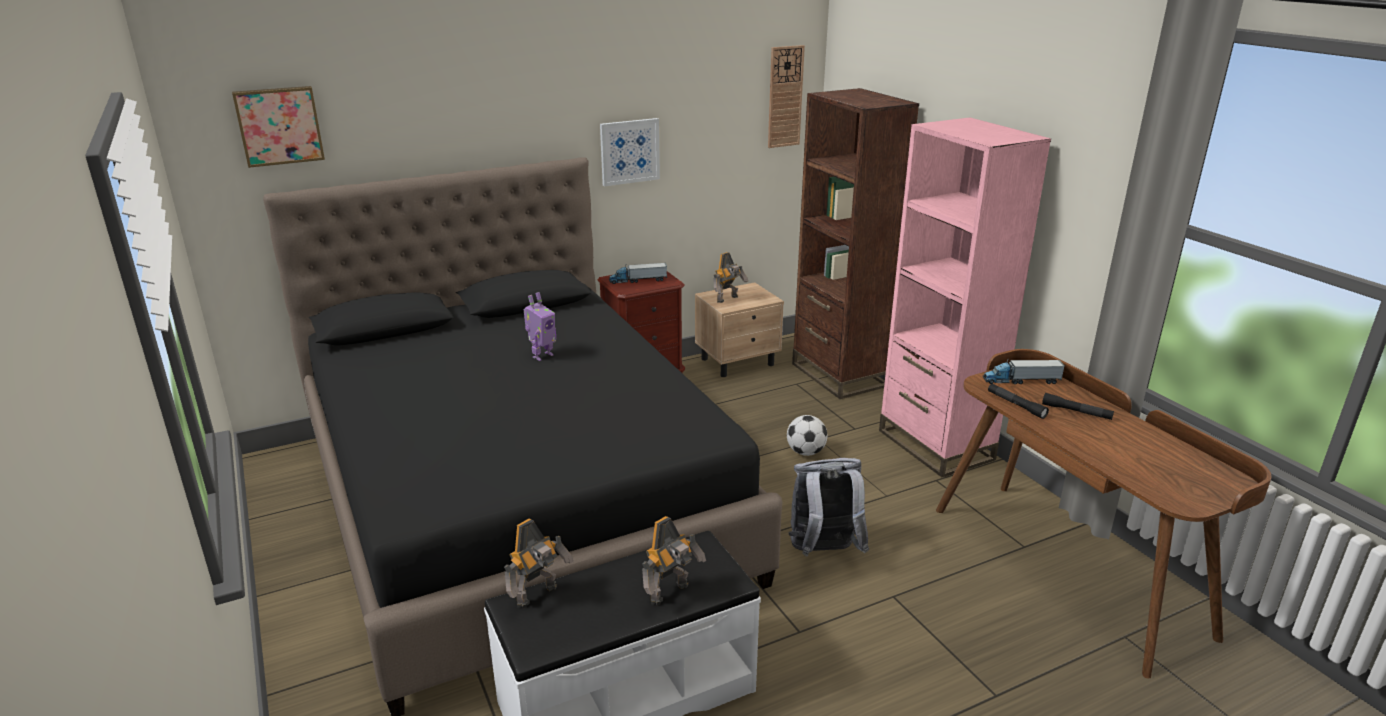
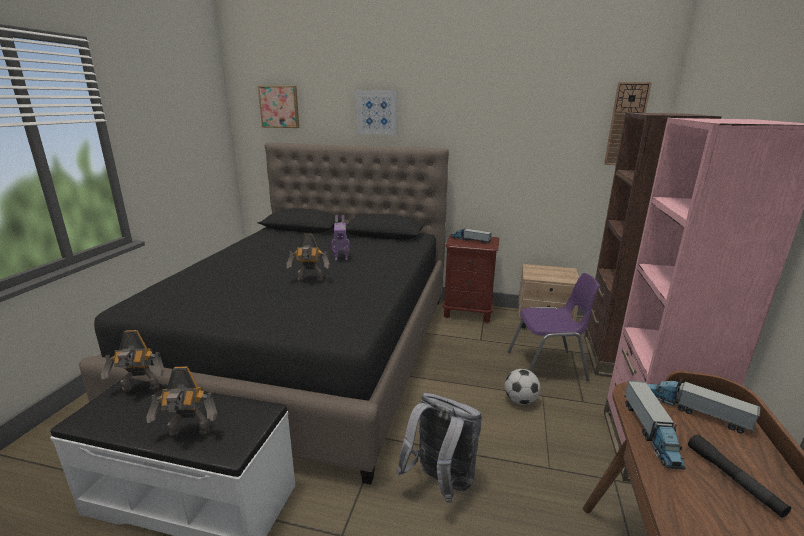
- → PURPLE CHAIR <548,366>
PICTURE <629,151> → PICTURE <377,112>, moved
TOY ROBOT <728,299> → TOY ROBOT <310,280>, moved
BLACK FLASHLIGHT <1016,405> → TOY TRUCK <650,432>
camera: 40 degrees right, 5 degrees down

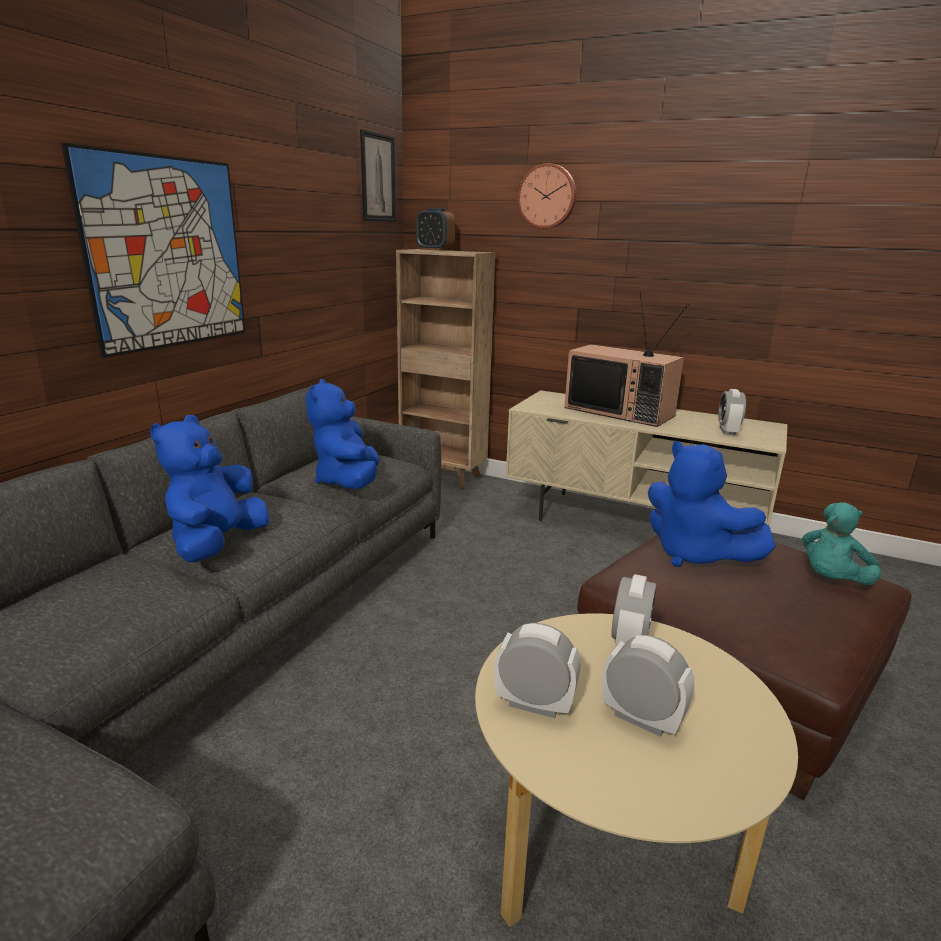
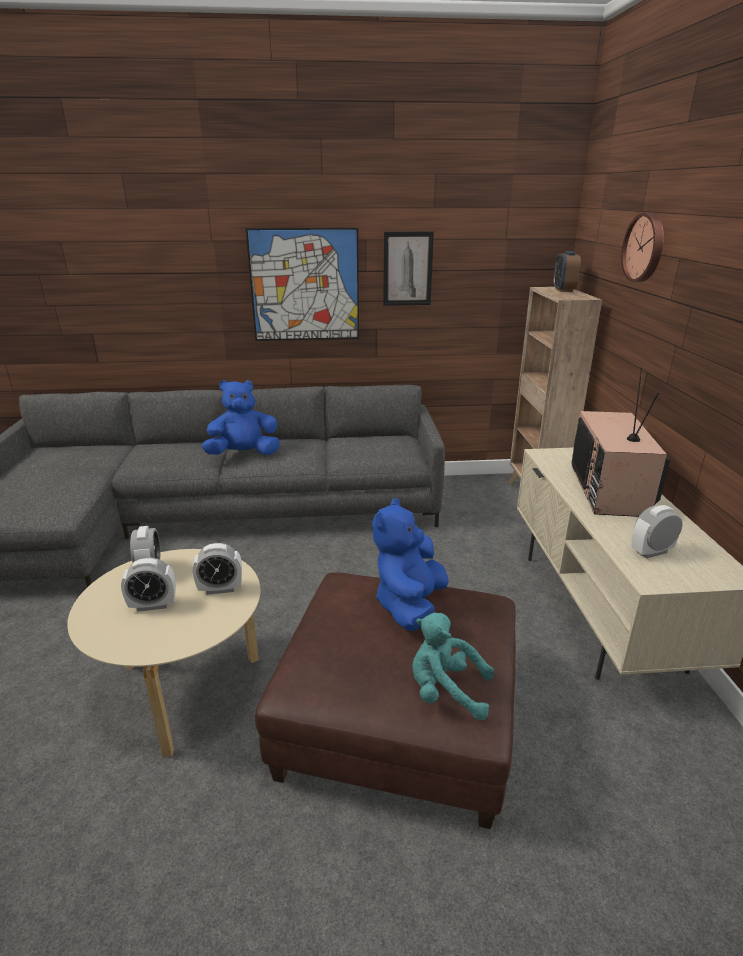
BLUE PLUSH TOY <348,482> → -
PICTURE <378,178> → PICTURE <407,269>, moved
ALARM CLOCK <641,719> → ALARM CLOCK <153,605>, 75 degrees clockwise
camera: 60 degrees right, 5 degrees up

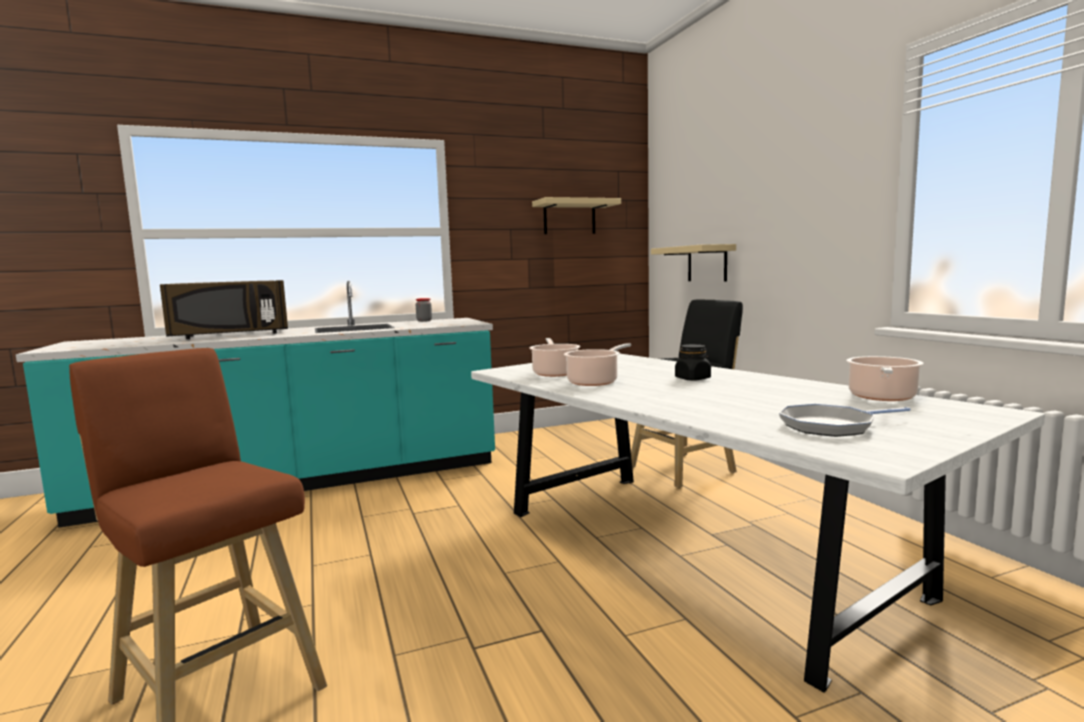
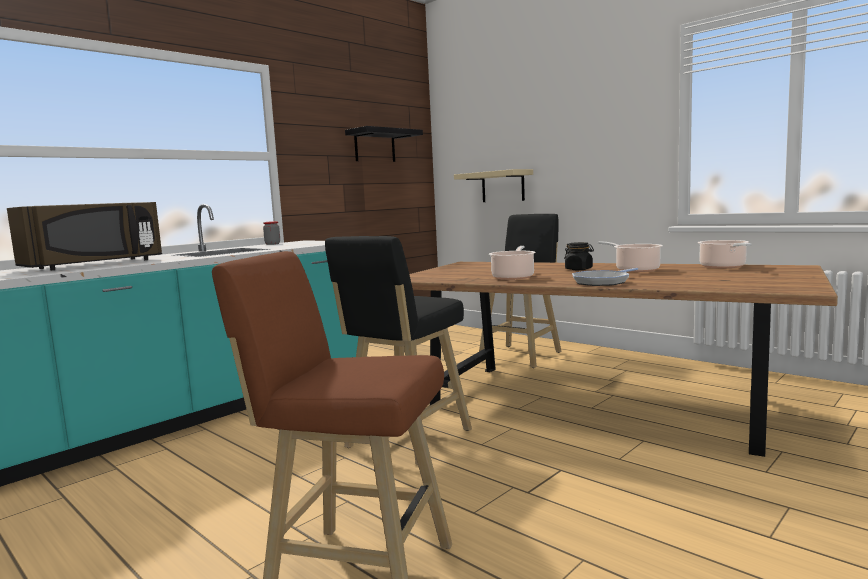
- → BLACK STOOL <405,441>
COOKING POT <555,373> → COOKING POT <635,270>, moved
FRYING PAN <831,426> → FRYING PAN <602,282>, moved
WHITE DINING TABLE <691,549> → BROWN DINING TABLE <593,402>
BEIGE SHELF <569,218> → BLACK SHELF <374,146>
camera: 25 degrees left, 0 degrees up

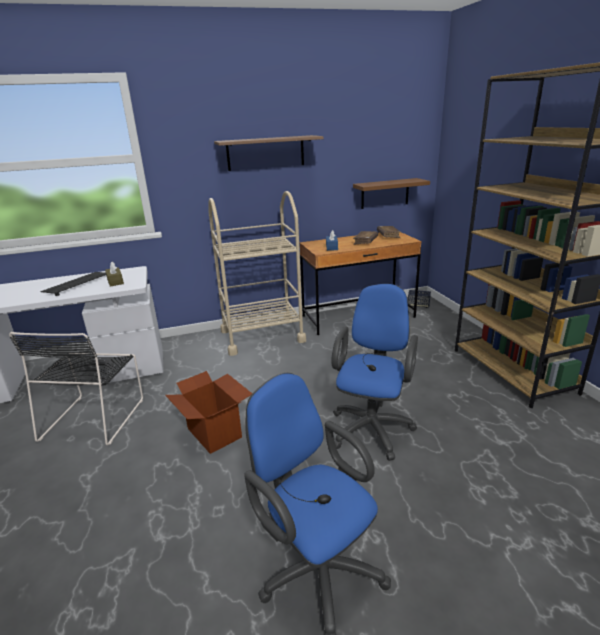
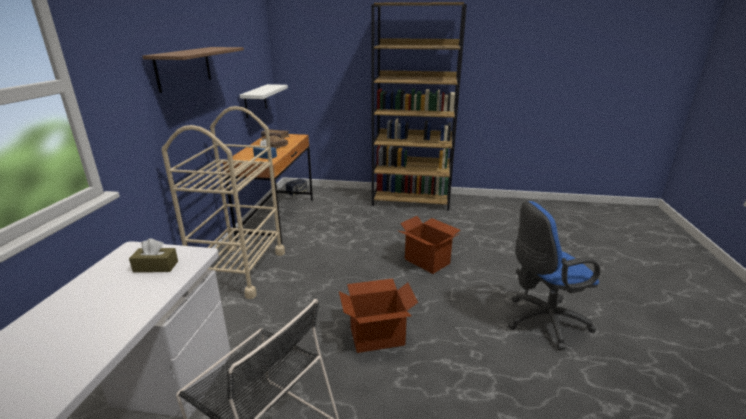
KEYBOARD <77,284> → -
BLUE OFFICE CHAIR <372,426> → CARDBOARD BOX <427,261>
BROWN SHELF <385,193> → WHITE SHELF <255,101>
camera: 65 degrees left, 0 degrees up

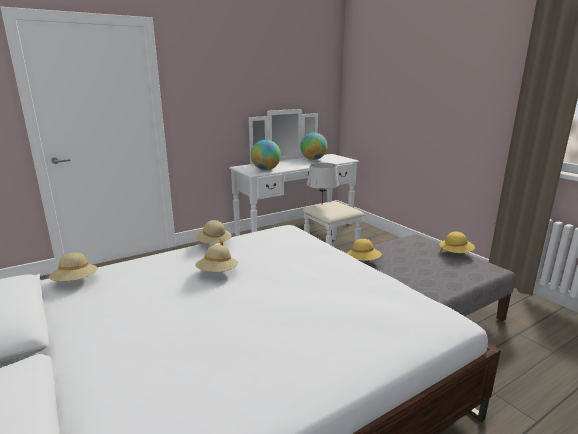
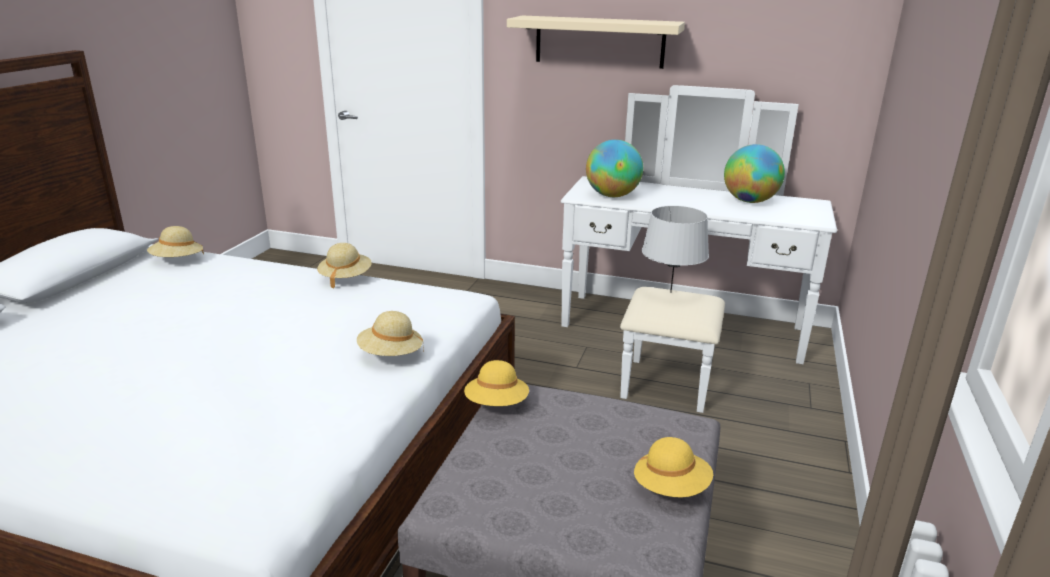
- → BEIGE SHELF <599,41>
BEIGE HAT <217,273> → BEIGE HAT <390,355>, moved
camera: 50 degrees right, 5 degrees up

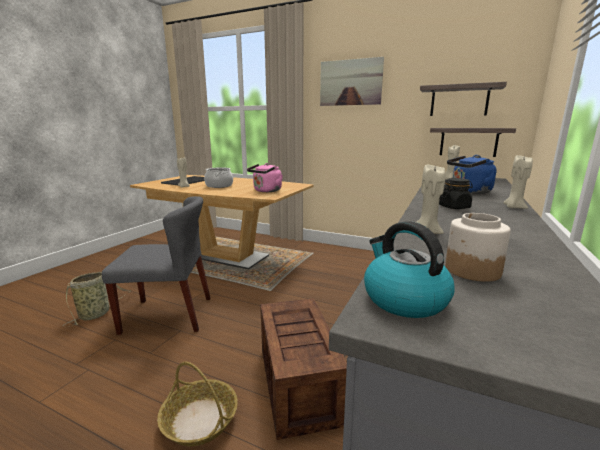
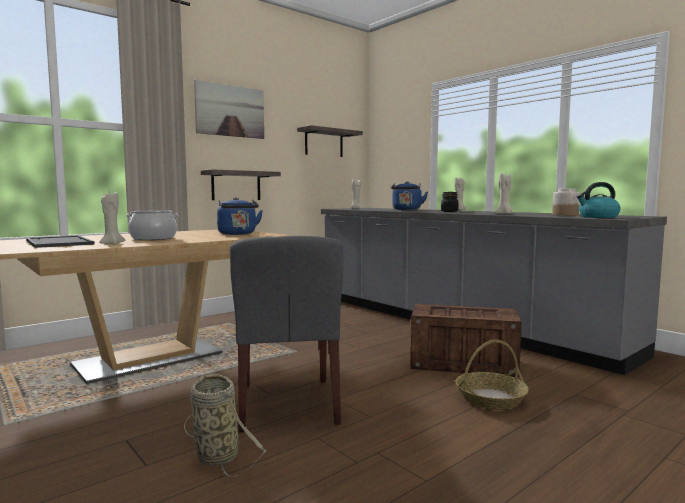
SHELF <468,142> → SHELF <236,185>, moved
PINK KETTLE <266,191> → BLUE KETTLE <238,234>
GREY CHAIR <168,314> → GREY CHAIR <288,403>, 150 degrees clockwise
camera: 65 degrees left, 10 degrees down

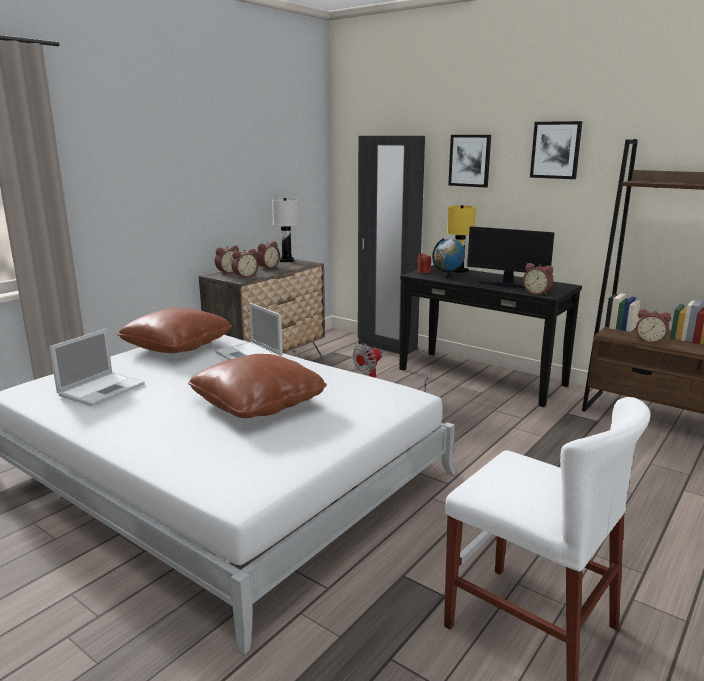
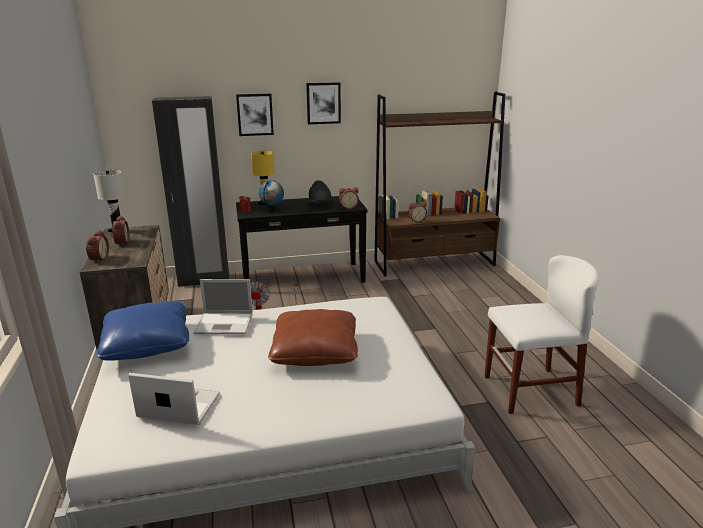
ALARM CLOCK <244,276> → -
MONITOR <506,285> → BLACK HAT <320,206>
BROWN PILLOW <177,346> → BLUE PILLOW <147,344>
LAPTOP <103,389> → LAPTOP <177,406>, 60 degrees counterclockwise
camera: 50 degrees left, 5 degrees up

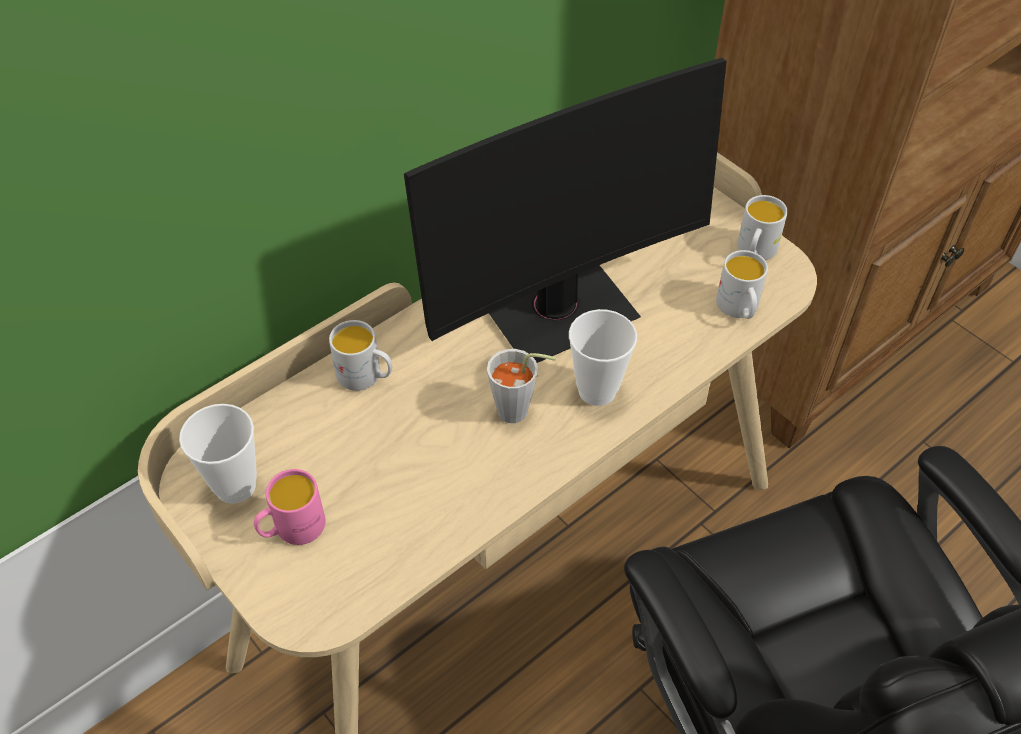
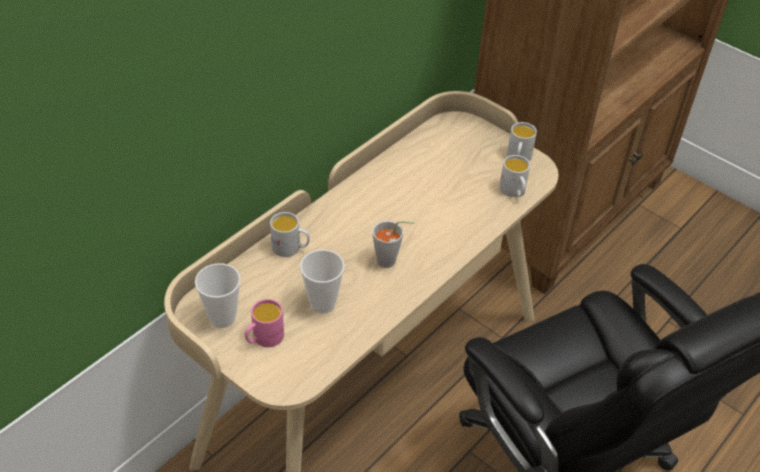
MONITOR <558,309> → -
CUP <597,390> → CUP <322,303>, moved
camera: 10 degrees left, 5 degrees down

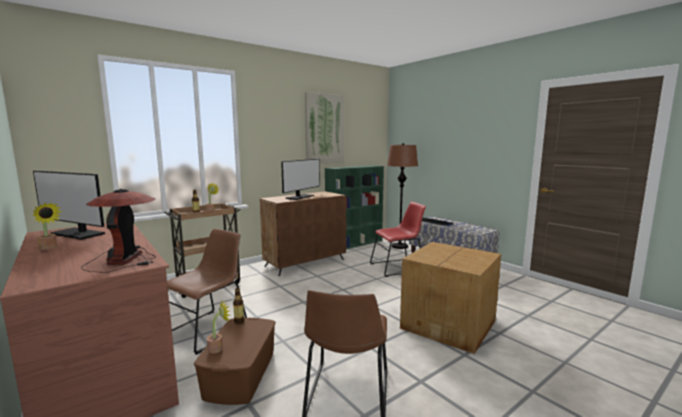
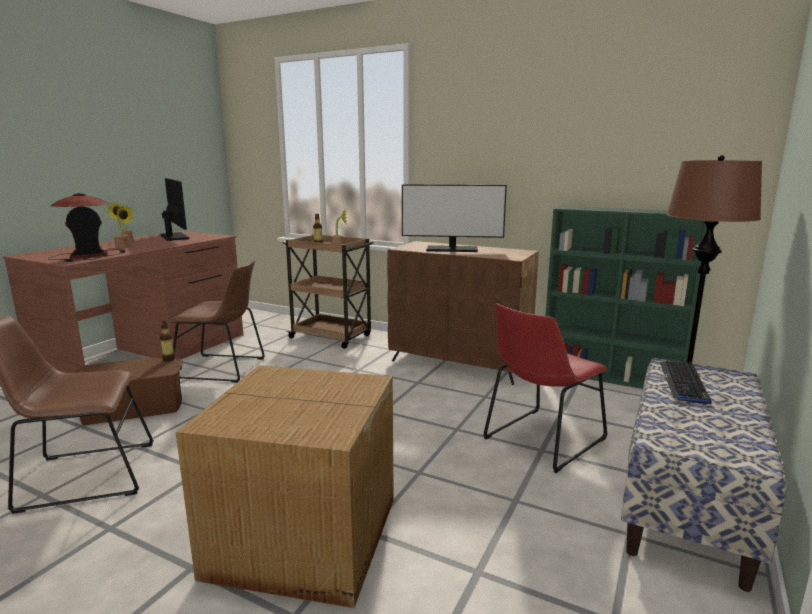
PICTURE <324,129> → -
POTTED PLANT <218,348> → POTTED PLANT <124,247>, moved
MONITOR <78,234> → MONITOR <174,237>, 150 degrees clockwise
RED CHAIR <398,267> → RED CHAIR <541,440>, 90 degrees clockwise
camera: 65 degrees right, 5 degrees up

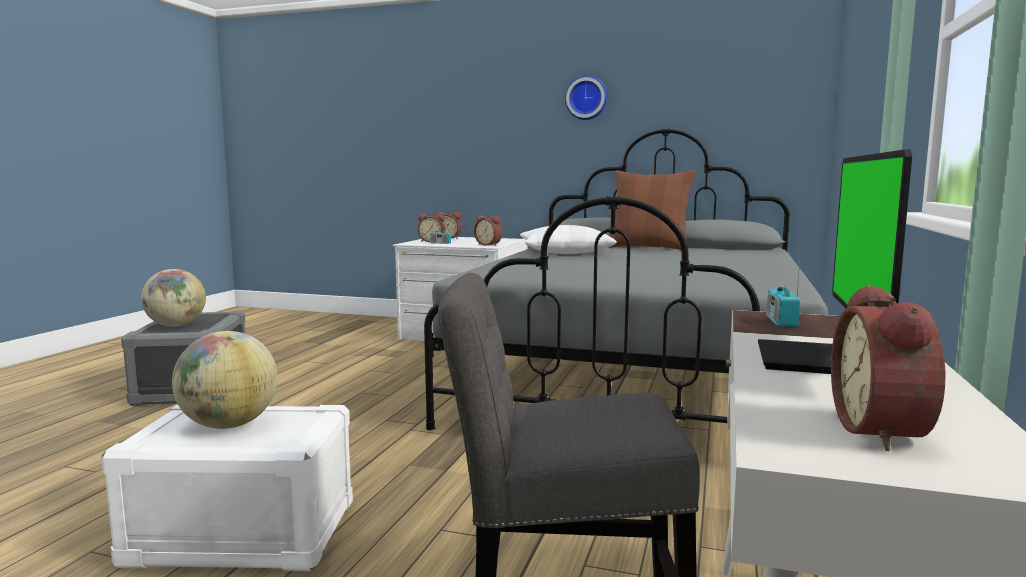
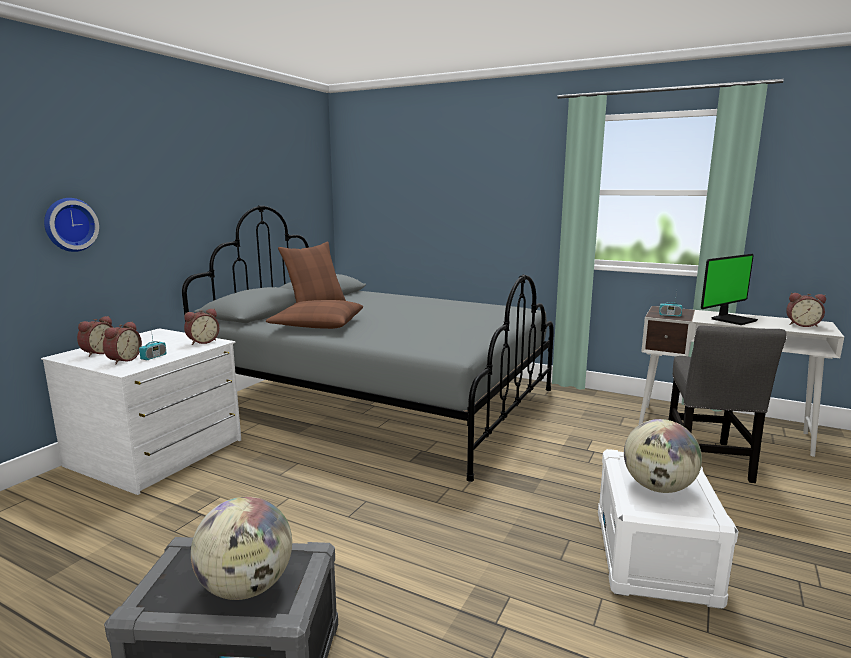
WALL CLOCK <586,98> → WALL CLOCK <69,224>, moved
WHITE PILLOW <565,252> → BROWN PILLOW <317,325>
MONITOR <820,361> → MONITOR <732,319>, 60 degrees counterclockwise
camera: 80 degrees left, 5 degrees up

